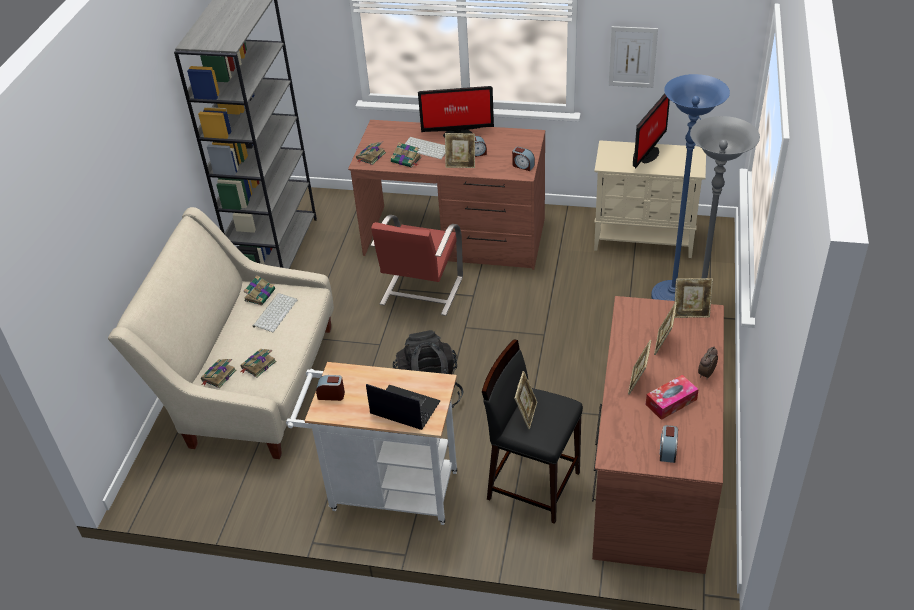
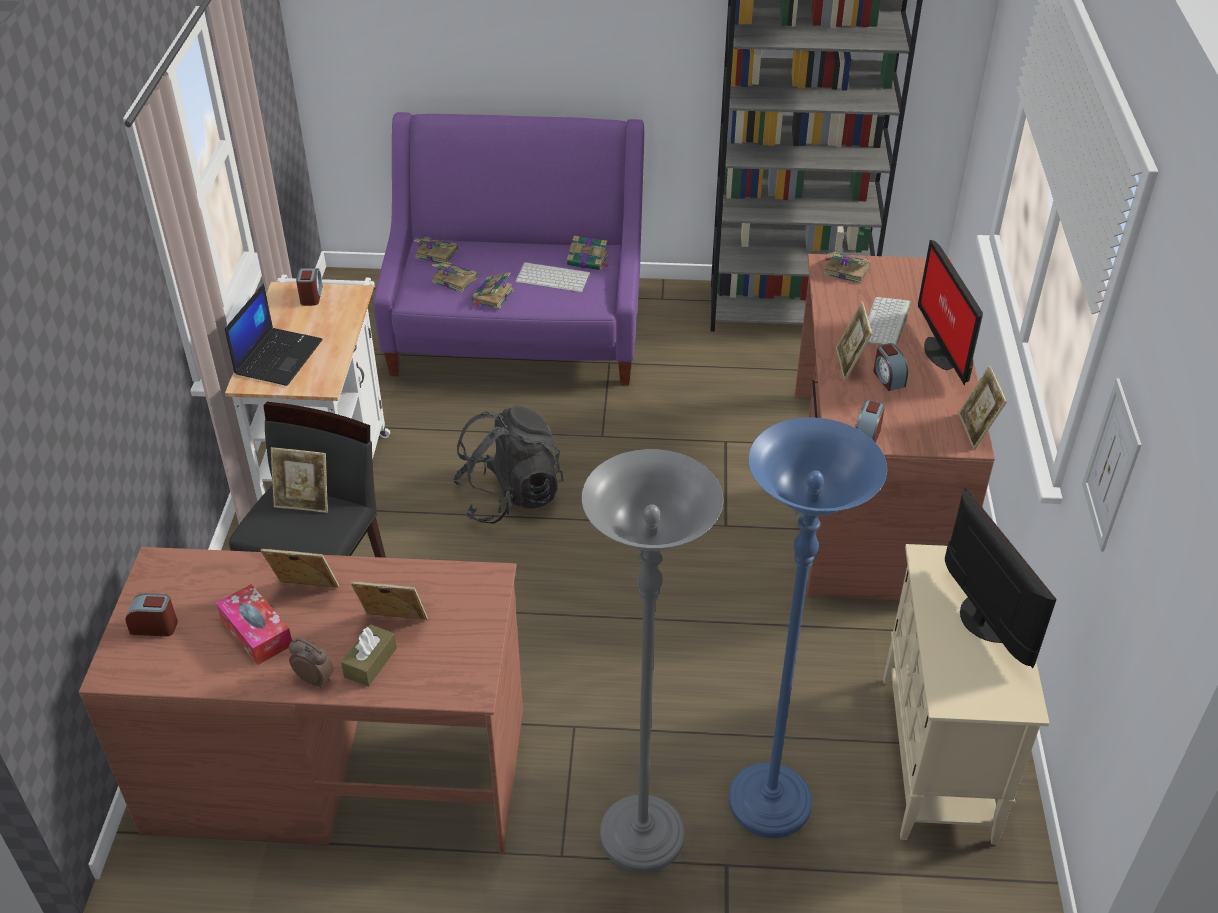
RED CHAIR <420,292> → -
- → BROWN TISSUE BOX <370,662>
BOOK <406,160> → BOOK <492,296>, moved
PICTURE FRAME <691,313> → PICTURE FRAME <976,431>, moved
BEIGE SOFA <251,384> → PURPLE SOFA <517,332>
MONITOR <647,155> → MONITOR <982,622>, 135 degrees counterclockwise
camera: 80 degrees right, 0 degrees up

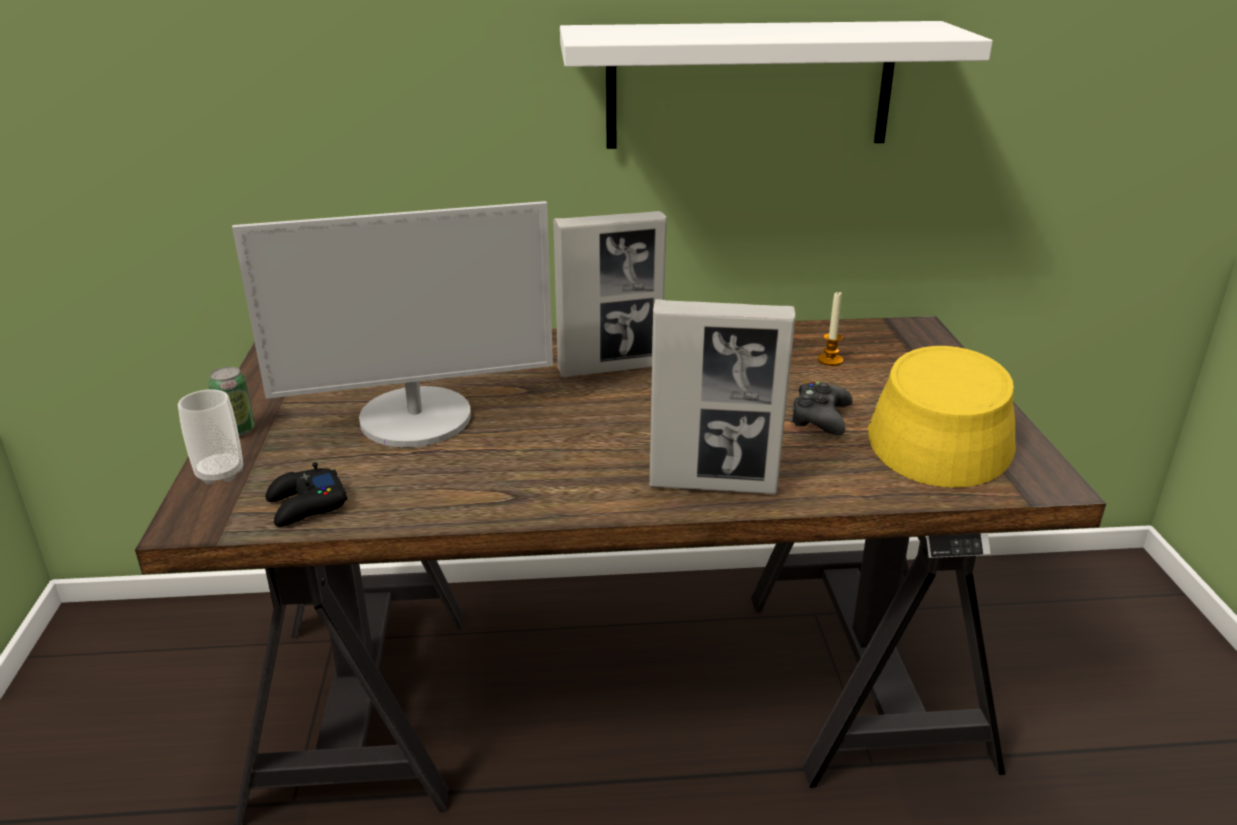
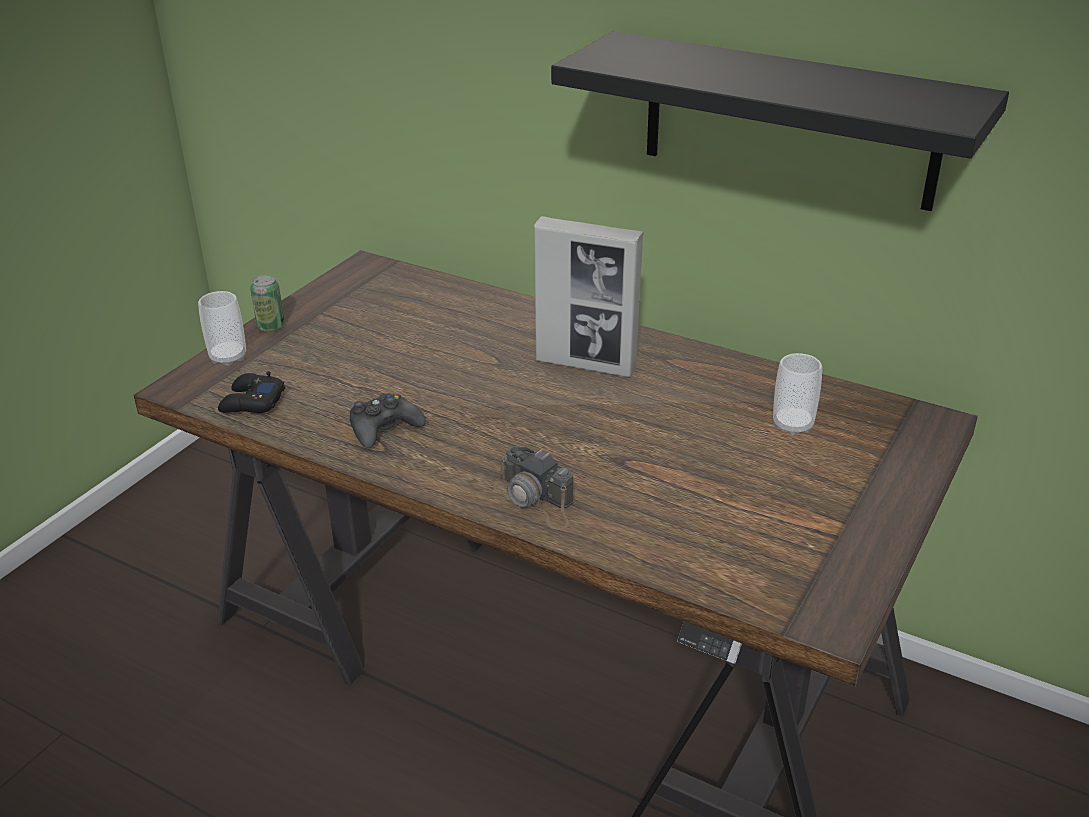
MONITOR <416,419> → -
YELLOW HAT <939,431> → -
BLACK GAME CONTROLLER <820,418> → BLACK GAME CONTROLLER <384,428>, moved
PICTURE FRAME <713,484> → PHOTO CAMERA <536,500>
CANDLE <830,360> → CUP <792,425>
WHITE SHELF <749,85> → BLACK SHELF <789,121>
camera: 35 degrees right, 5 degrees up

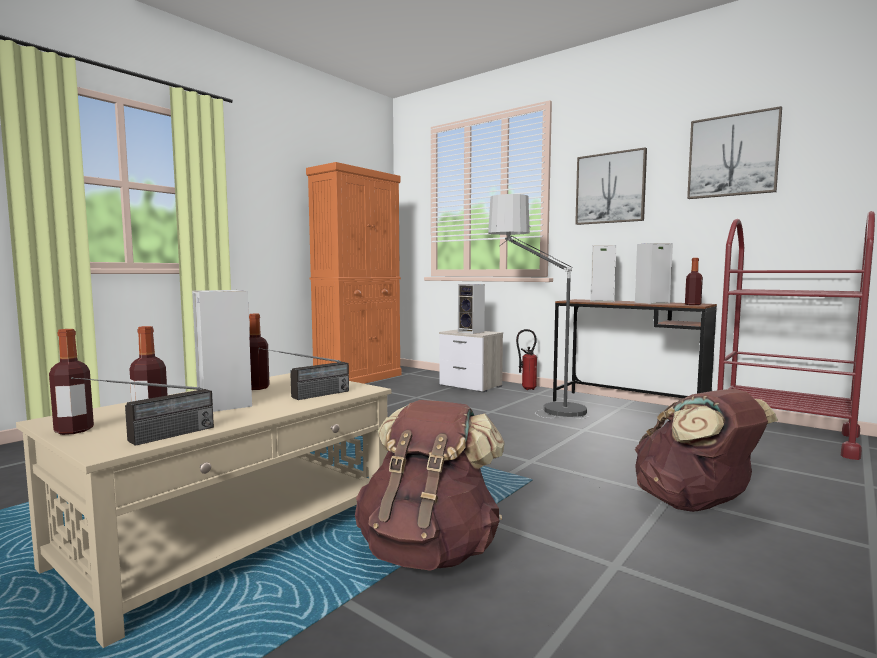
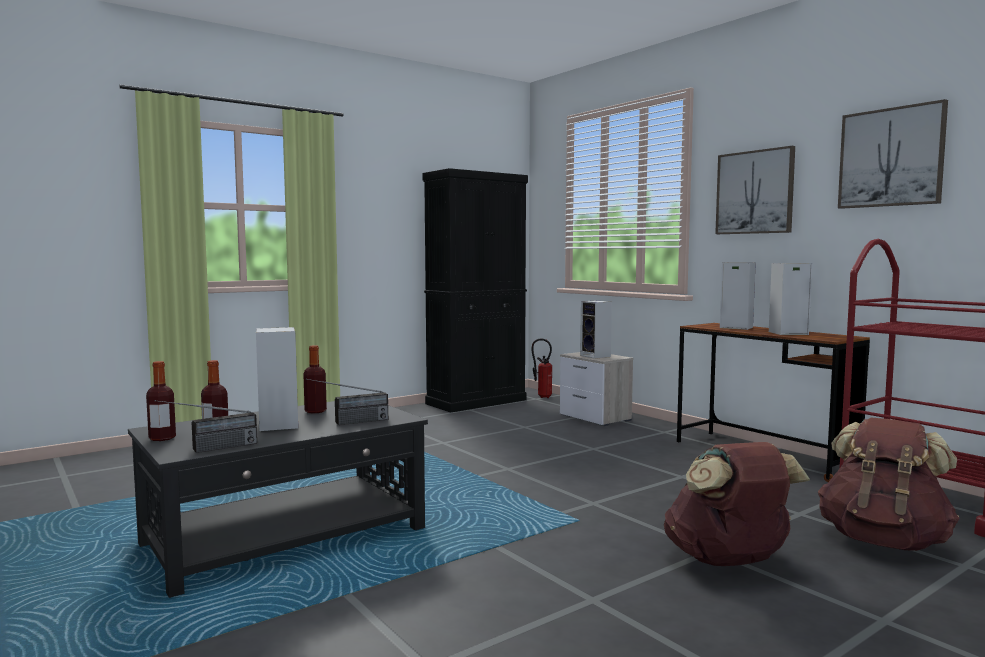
FLOOR LAMP <534,407> → -
BOTTLE <692,304> → -
BROWN BACKPACK <429,550> → BROWN BACKPACK <883,541>, moved
FIRE EXTINGUISHER <526,389> → FIRE EXTINGUISHER <542,397>, moved
BEIGE COFFEE TABLE <235,534> → BLACK COFFEE TABLE <287,536>
ORANGE CABINET <358,378> → BLACK CABINET <476,402>
camera: 15 degrees right, 0 degrees up

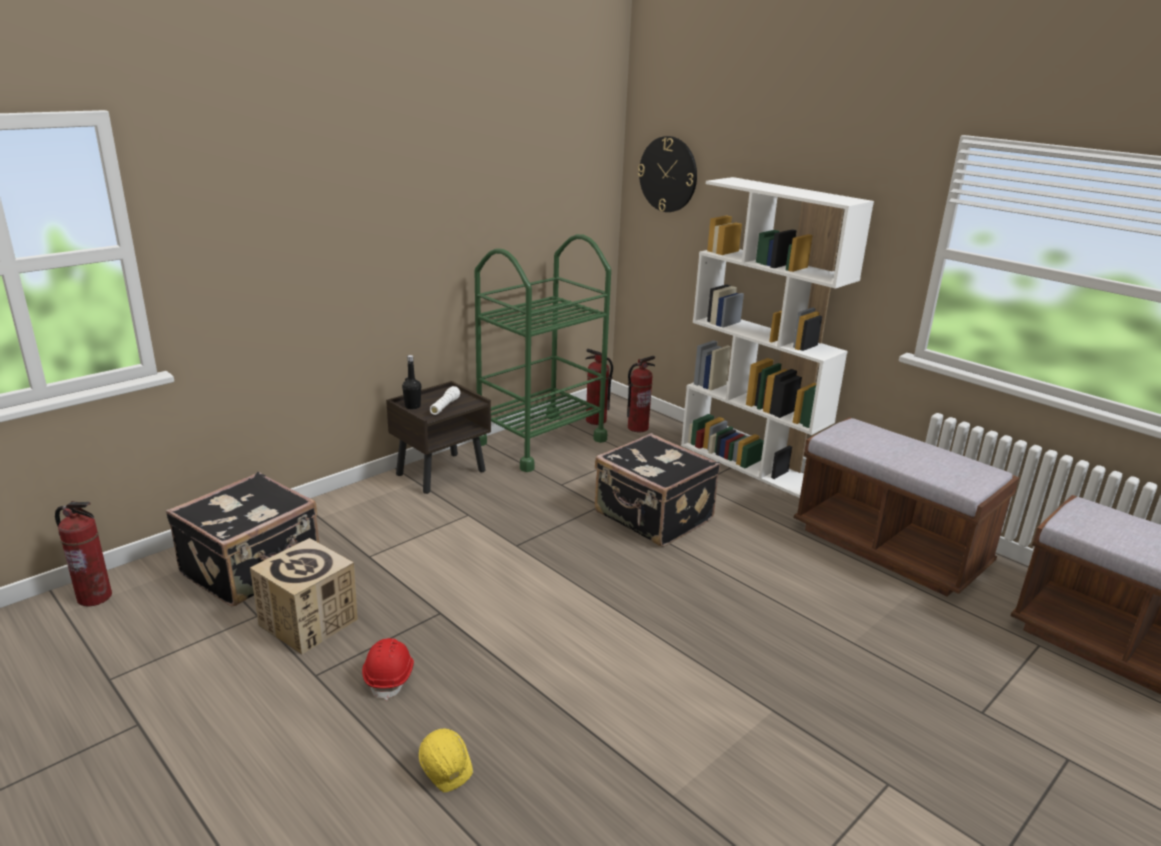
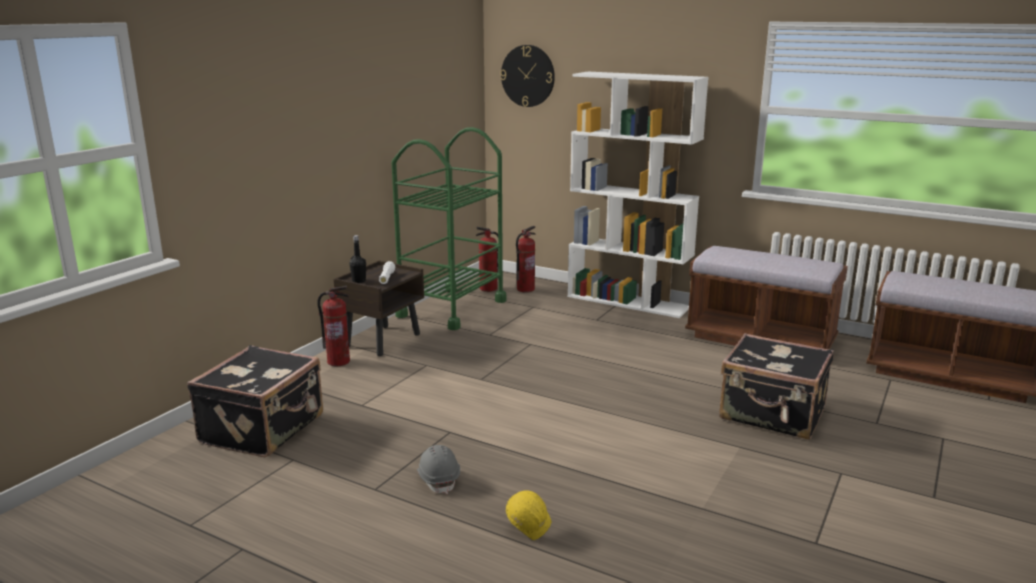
CARDBOARD BOX <309,622> → -
FIRE EXTINGUISHER <95,597> → FIRE EXTINGUISHER <339,361>, moved
BLACK SUITCASE <652,517> → BLACK SUITCASE <772,415>, moved
RED HARD HAT <390,677> → GREY HARD HAT <438,479>
camera: 15 degrees left, 5 degrees down

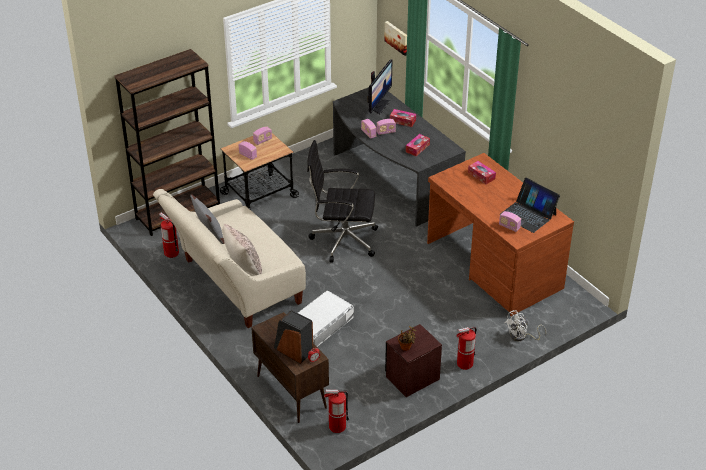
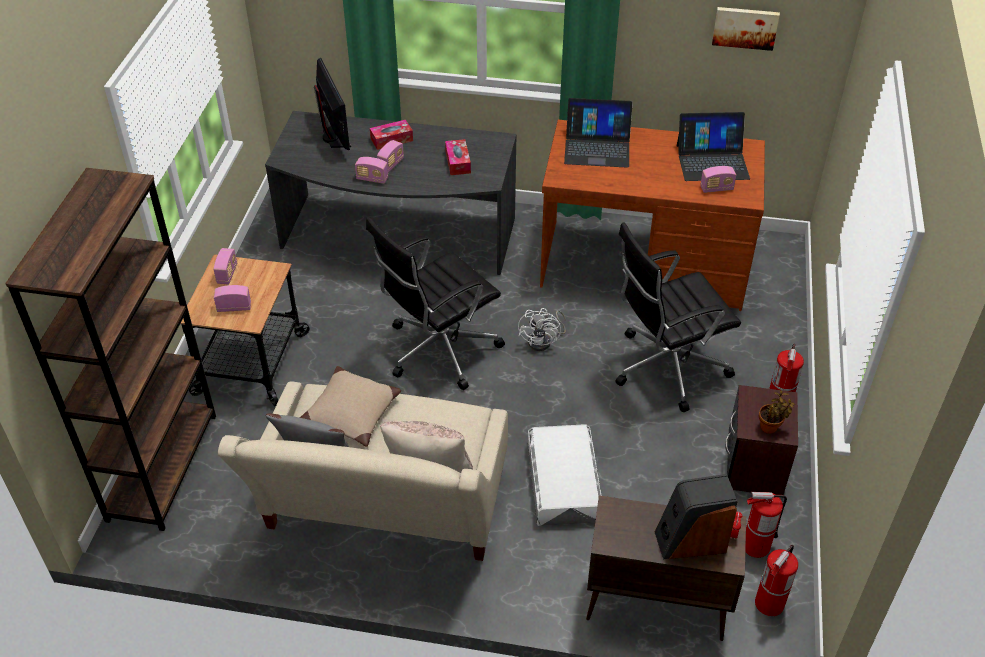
- → BEIGE PILLOW <352,413>
- → BLACK OFFICE CHAIR <666,367>
FIRE EXTINGUISHER <171,253> → FIRE EXTINGUISHER <755,546>, moved
PICTURE <397,37> → PICTURE <745,27>, moved
WHITE FAN <521,337> → WHITE FAN <544,341>, moved
TISSUE BOX <481,176> → LAPTOP <597,147>
camera: 45 degrees left, 5 degrees up

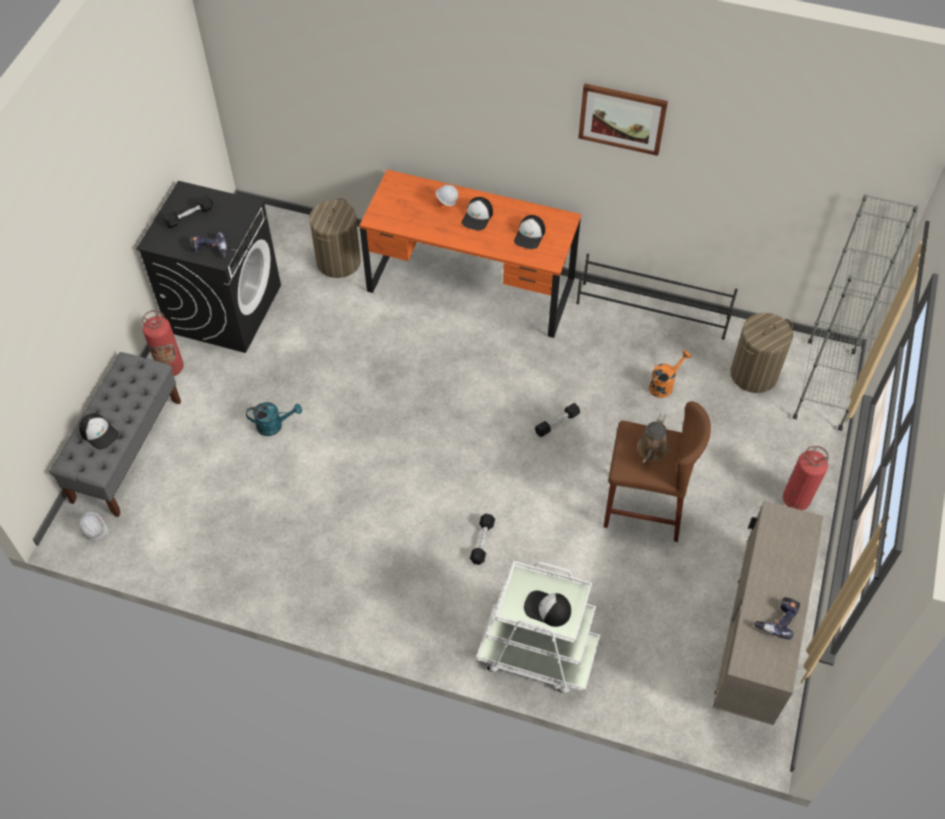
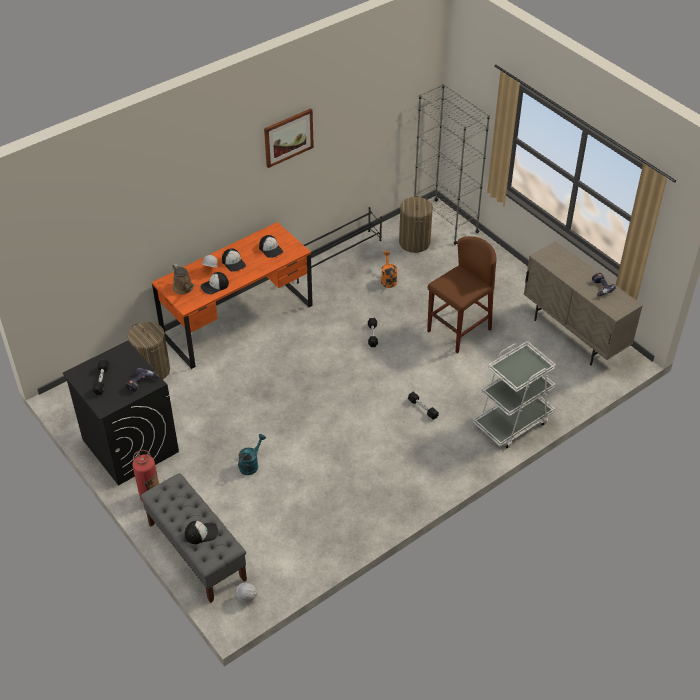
FIRE EXTINGUISHER <796,500> → -
CAP <547,609> → CAP <215,286>, moved
BROWN WATERING CAN <651,451> → BROWN WATERING CAN <184,288>, moved
camera: 55 degrees left, 10 degrees down

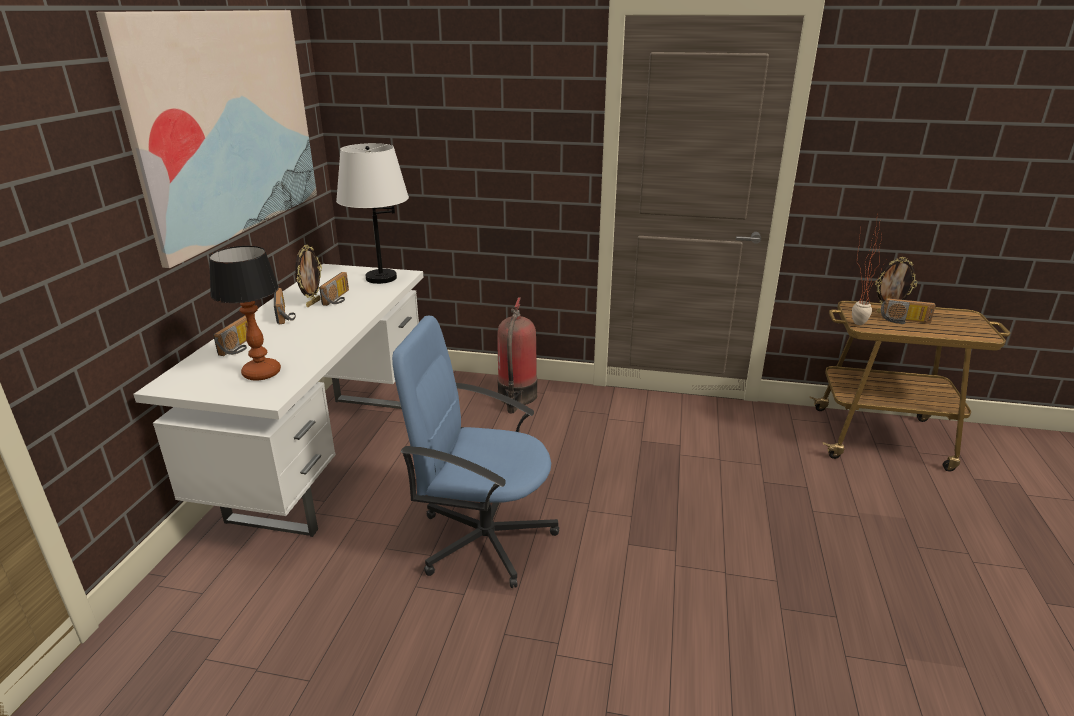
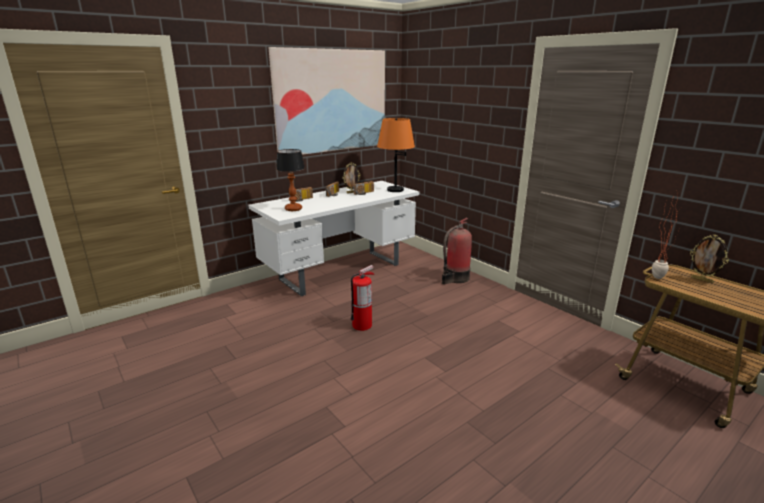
RADIO <904,321> → -
BLUE OFFICE CHAIR <484,538> → FIRE EXTINGUISHER <362,325>
WHITE TABLE LAMP <381,278> → ORANGE TABLE LAMP <395,190>
camera: 40 degrees right, 5 degrees down

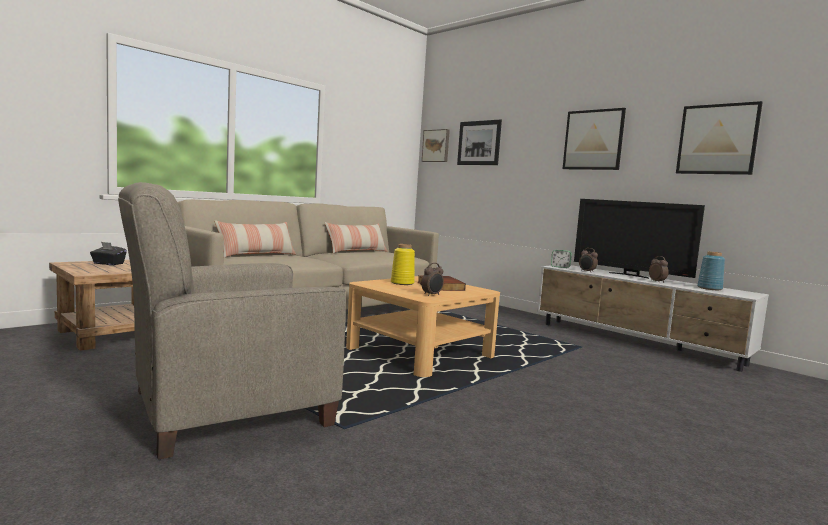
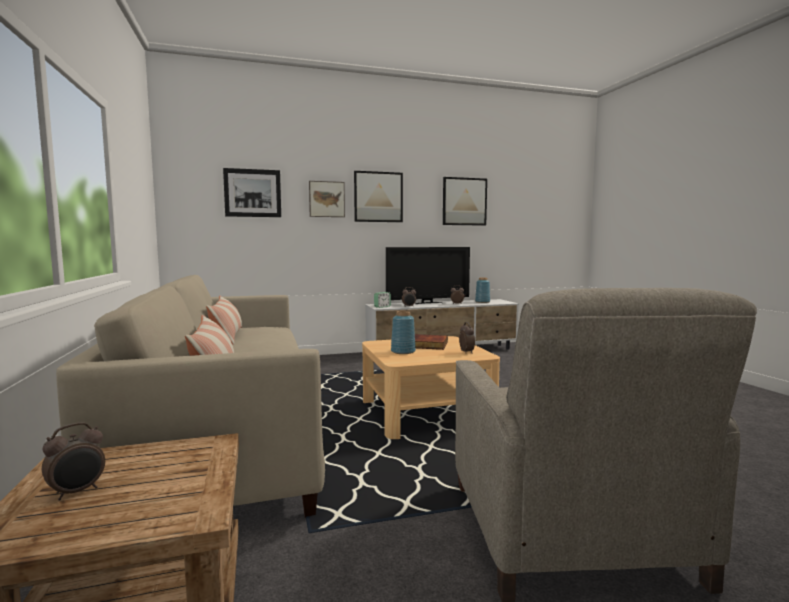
PICTURE <436,146> → PICTURE <326,199>, moved
BLACK TISSUE BOX <108,264> → ALARM CLOCK <77,492>
YELLOW VASE <402,283> → BLUE VASE <403,351>
camera: 60 degrees left, 0 degrees up

